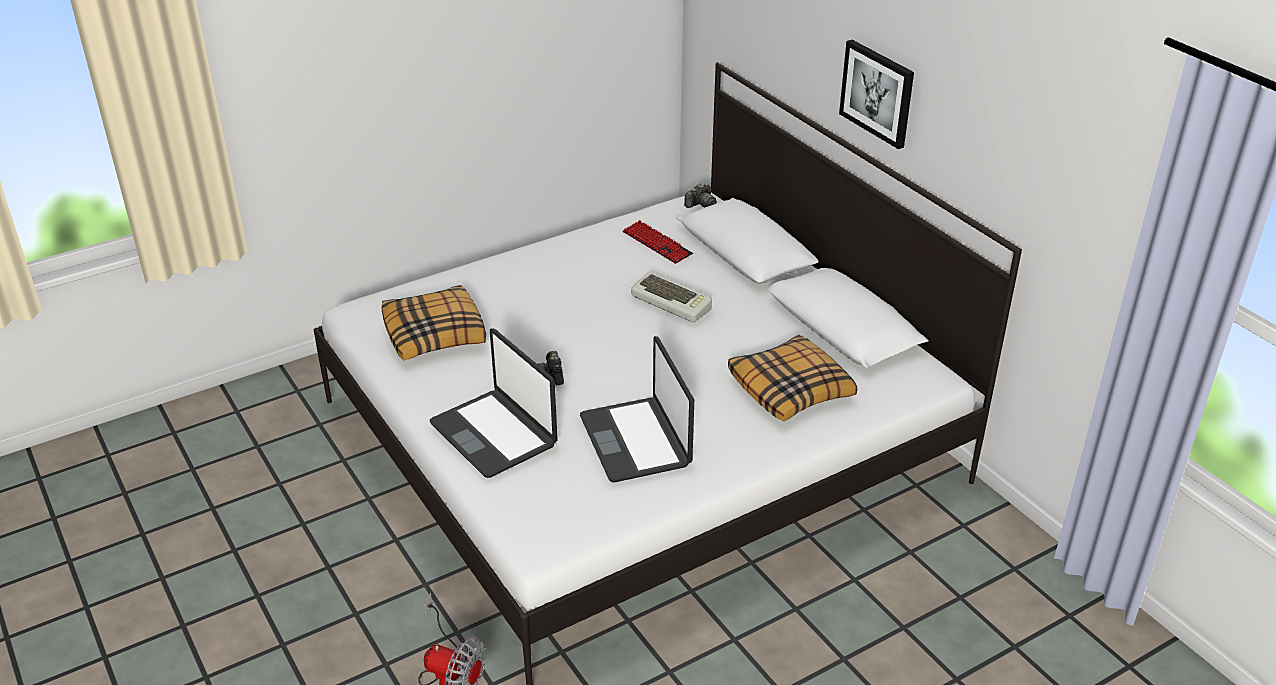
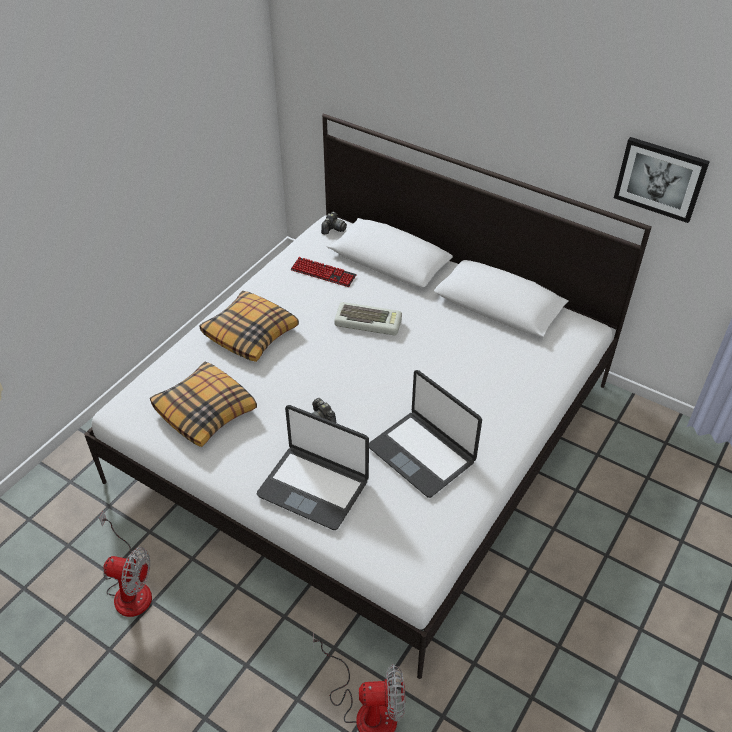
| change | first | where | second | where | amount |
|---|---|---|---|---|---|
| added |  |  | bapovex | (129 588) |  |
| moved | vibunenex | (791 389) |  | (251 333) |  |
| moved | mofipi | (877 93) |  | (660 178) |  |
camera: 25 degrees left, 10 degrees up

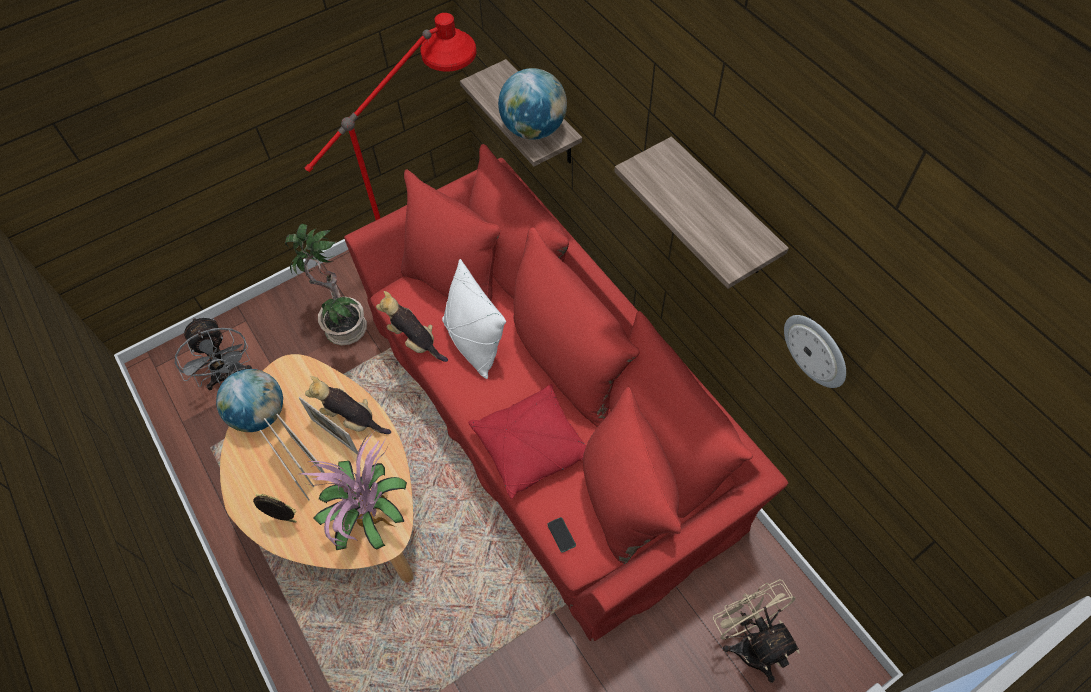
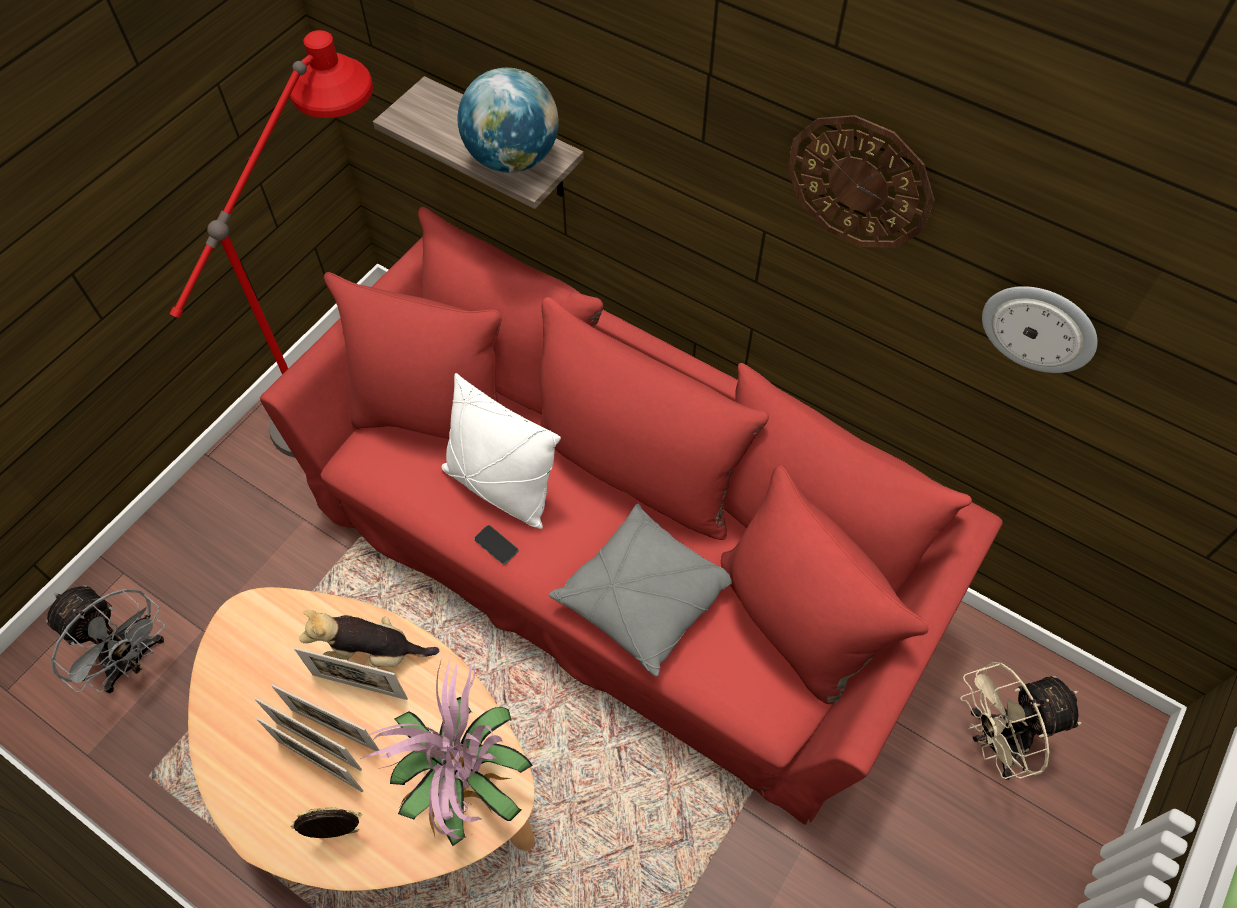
| change | first | where | second | where | amount |
|---|---|---|---|---|---|
| moved | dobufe | (561 535) |  | (496 545) |  |
| recoloured | red vibunenex | (531 446) | grey vibunenex | (643 597) |  |
| replaced | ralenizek | (722 211) | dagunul | (859 182) |  |
| turned | beige bapovex | (749 641) |  | (994 742) | 60 degrees counterclockwise |
| removed | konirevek | (260 414) |  |  |  |
| removed | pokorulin | (343 328) |  |  |  |
| removed | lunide | (415 341) |  |  |  |
camera: 25 degrees left, 0 degrees up

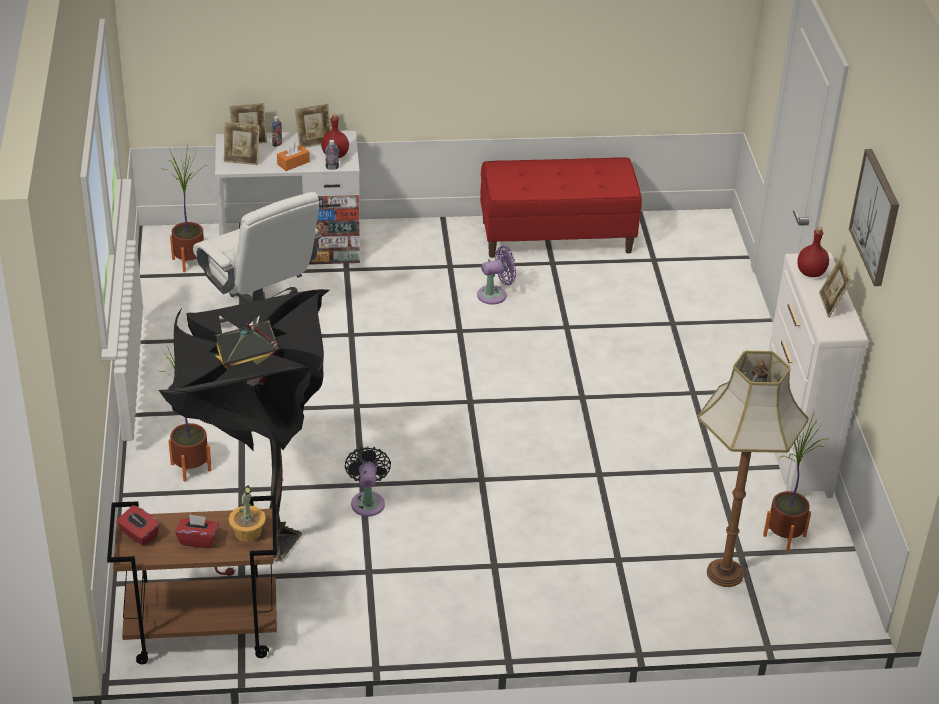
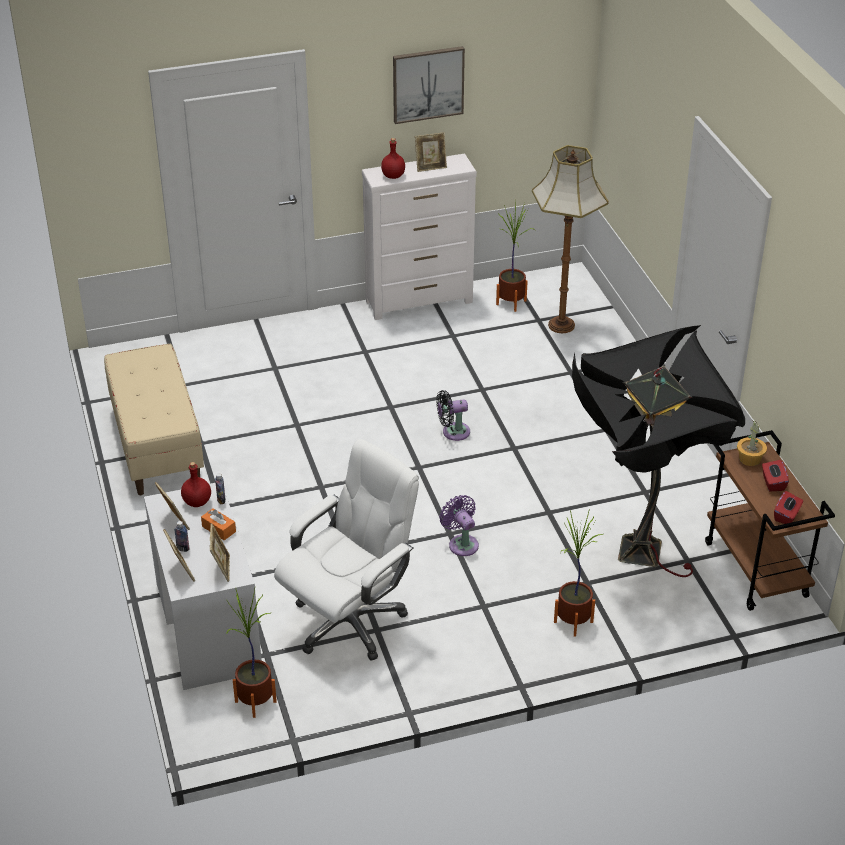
| change | first | where | second | where | amount |
|---|---|---|---|---|---|
| recoloured | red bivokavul | (556 236) | beige bivokavul | (156 445) |  |
| moved | black bapovex | (368 501) |  | (453 432) |  |
| moved | purple bapovex | (495 295) |  | (462 543) |  |
camera: 100 degrees left, 0 degrees up

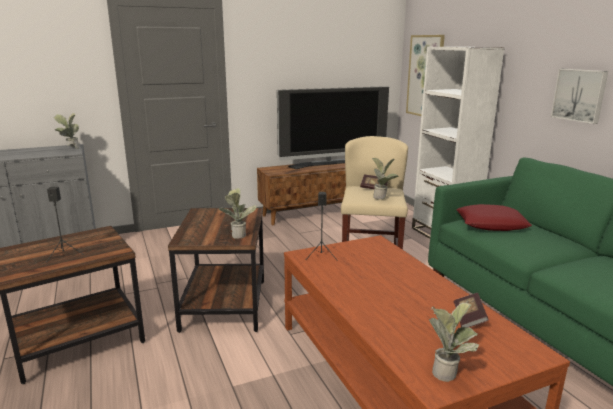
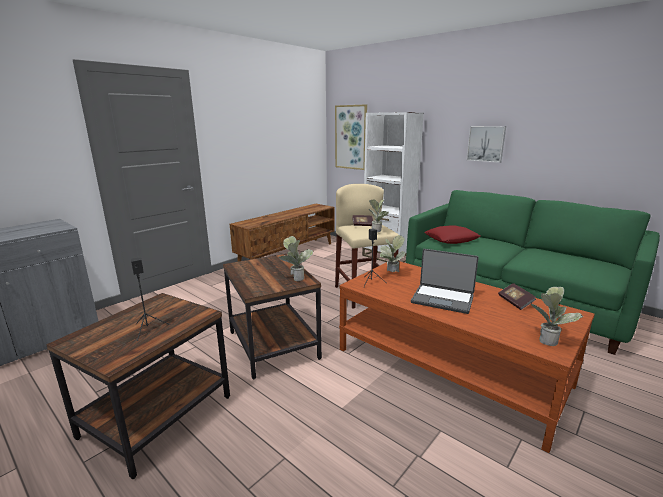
| change | first | where | second | where | amount |
|---|---|---|---|---|---|
| moved | pokorulin | (70 148) |  | (390 273) |  |
| added |  |  | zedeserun | (442 299) |  |
| removed | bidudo | (330 164) |  |  |  |
camera: 25 degrees left, 0 degrees up

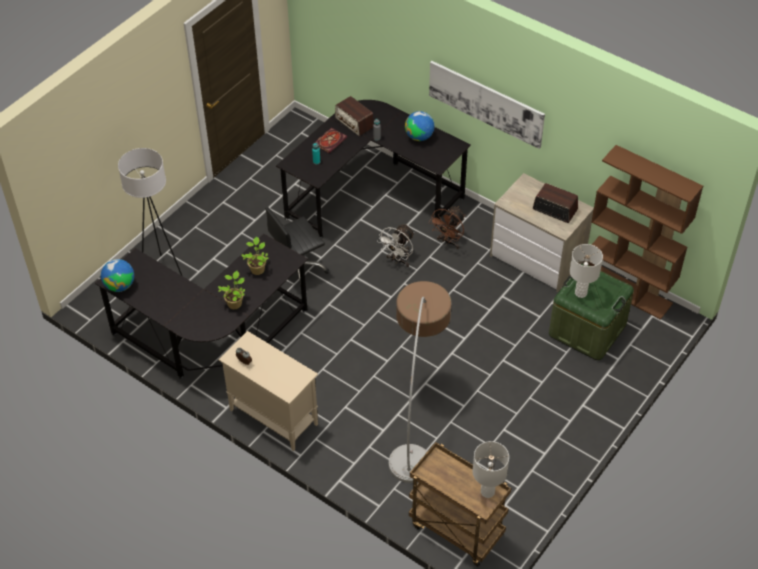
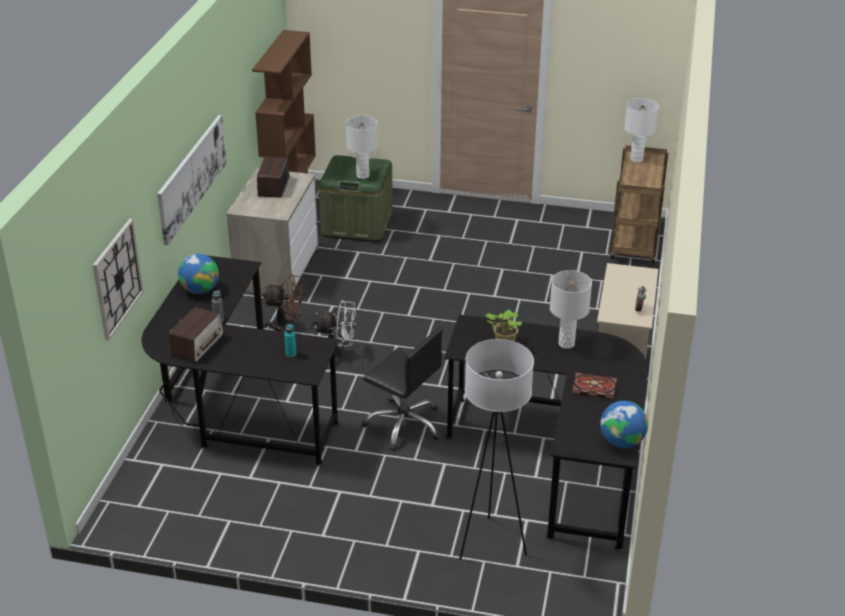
| change | first | where | second | where | amount |
|---|---|---|---|---|---|
| added |  |  | dagunul | (117 278) |  |
| replaced | pokorulin | (235 303) | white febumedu | (566 343) |  |
| moved | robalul | (330 141) |  | (593 387) |  |
| removed | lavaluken | (416 415) |  |  |  |
camera: 115 degrees left, 15 degrees down

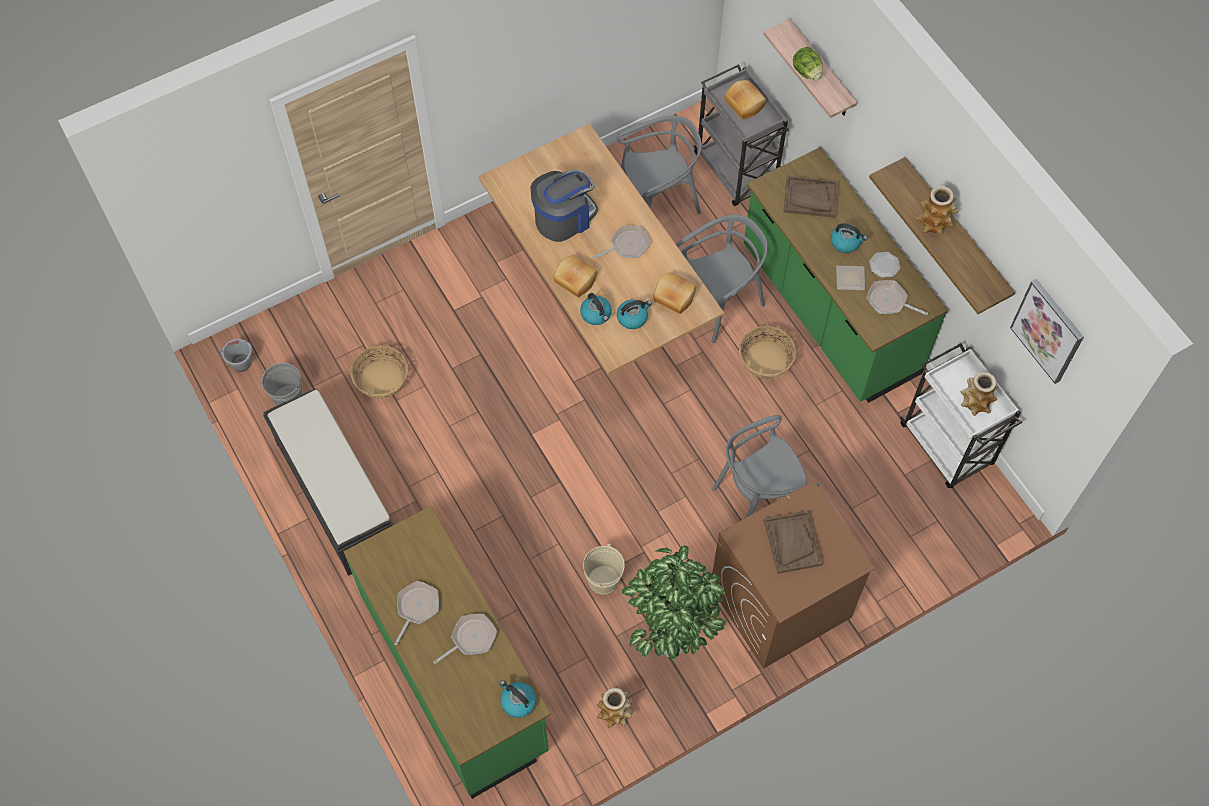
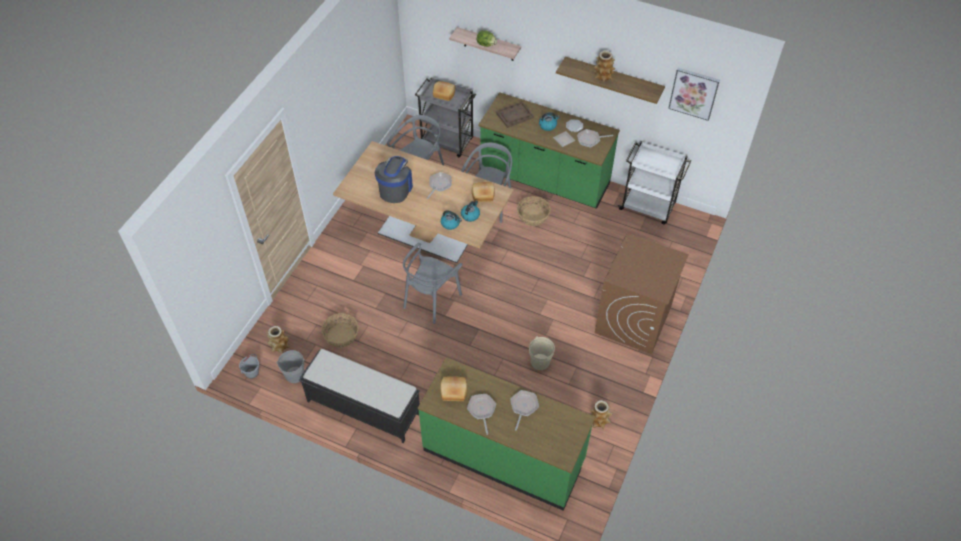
| change | first | where | second | where | amount |
|---|---|---|---|---|---|
| moved | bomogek | (975 401) |  | (279 345) |  |
| moved | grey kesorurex | (759 499) |  | (431 299) |  |
| moved | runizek | (574 280) |  | (453 392) |  |
| removed | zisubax | (518 701) |  |  |  |
| removed | pokorulin | (669 647) |  |  |  |
| removed | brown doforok | (792 542) |  |  |  |
camera: 35 degrees left, 10 degrees down

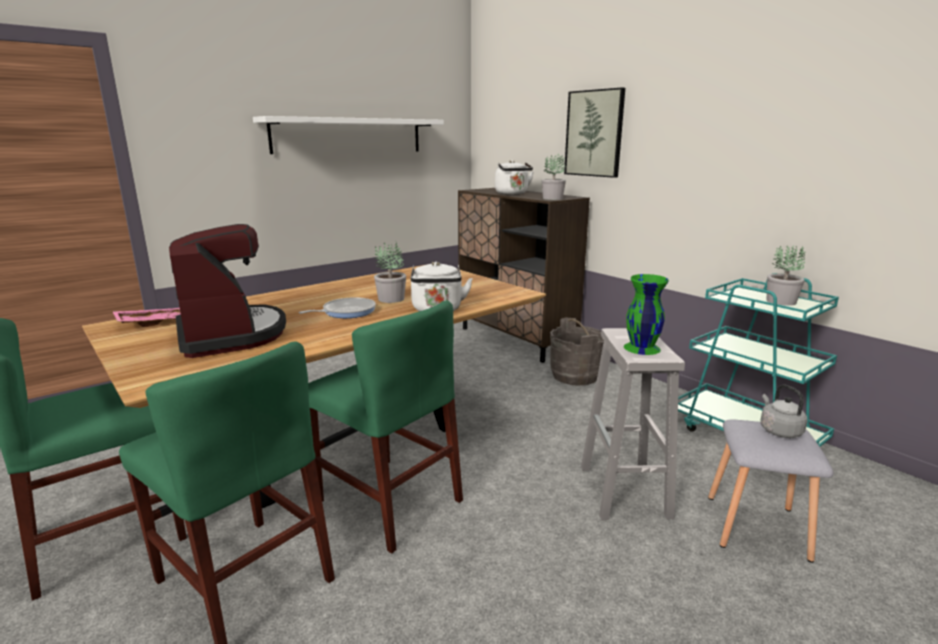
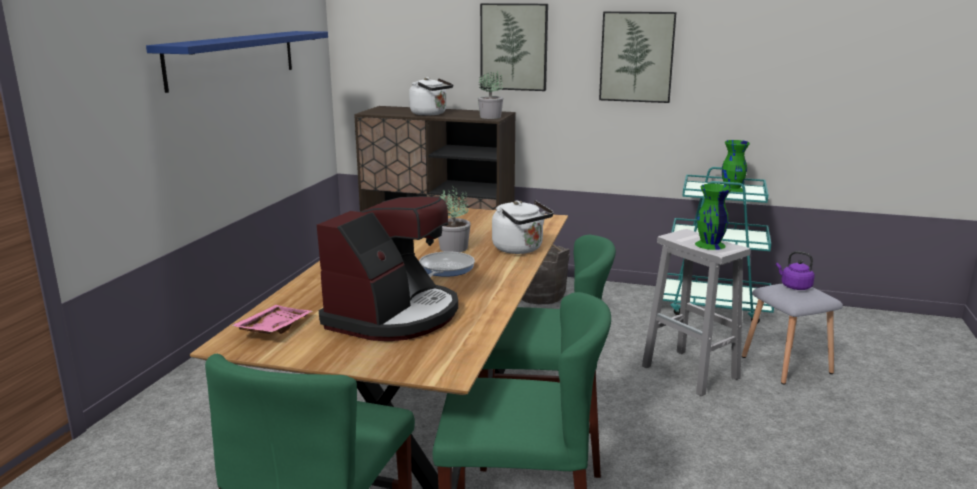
| change | first | where | second | where | amount |
|---|---|---|---|---|---|
| recoloured | white ralenizek | (349 135) | blue ralenizek | (233 58) |  |
| turned | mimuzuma | (230 334) |  | (394 316) | 90 degrees clockwise |
| added |  |  | mofipi | (637 57) |  |
| replaced | pokorulin | (781 301) | green bomogek | (732 190) |  |
| recoloured | grey zisubax | (779 430) | purple zisubax | (794 286) |  |
camera: 35 degrees left, 0 degrees up

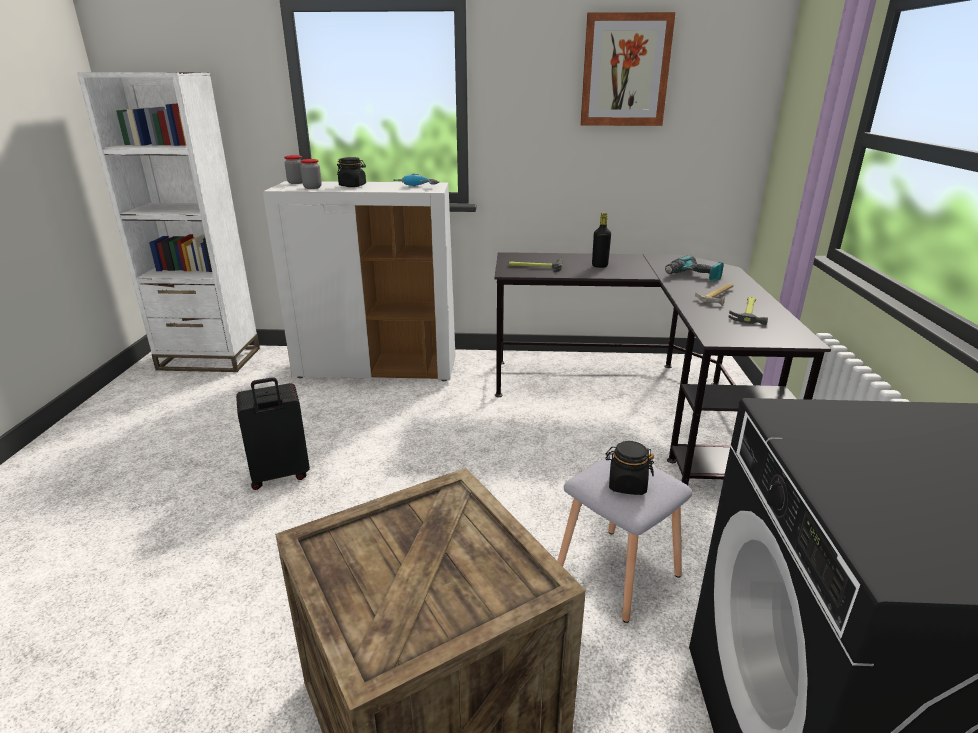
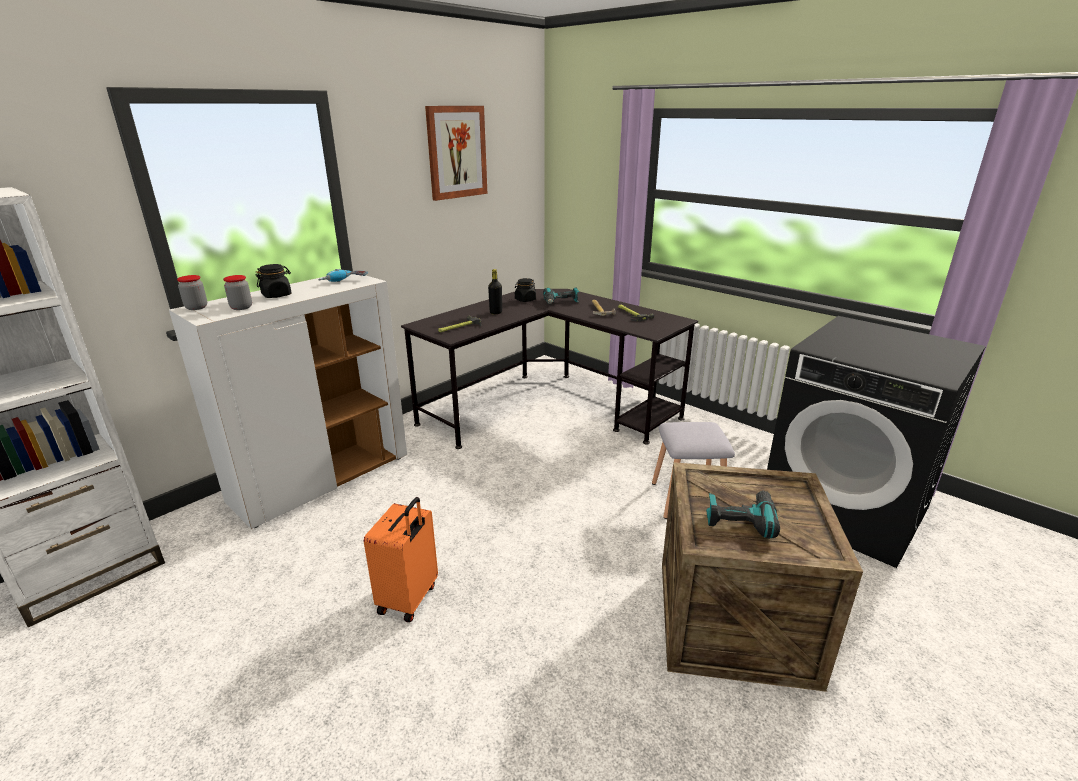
| change | first | where | second | where | amount |
|---|---|---|---|---|---|
| recoloured | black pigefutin | (280 475) | orange pigefutin | (409 599) |  |
| moved | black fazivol | (627 485) |  | (525 300) |  |
| added |  |  | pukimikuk | (740 518) |  |
camera: 50 degrees left, 0 degrees up

